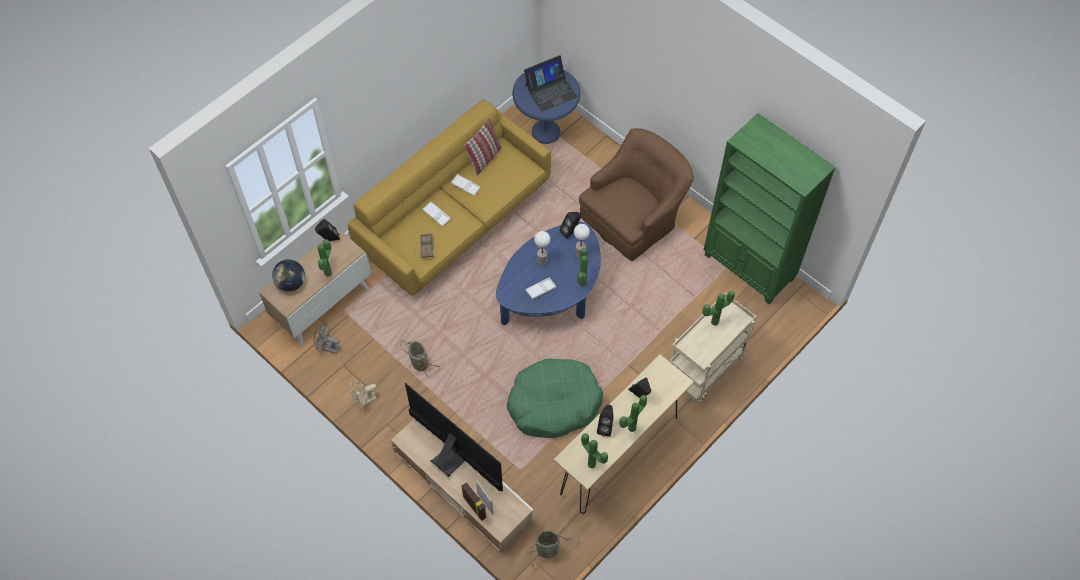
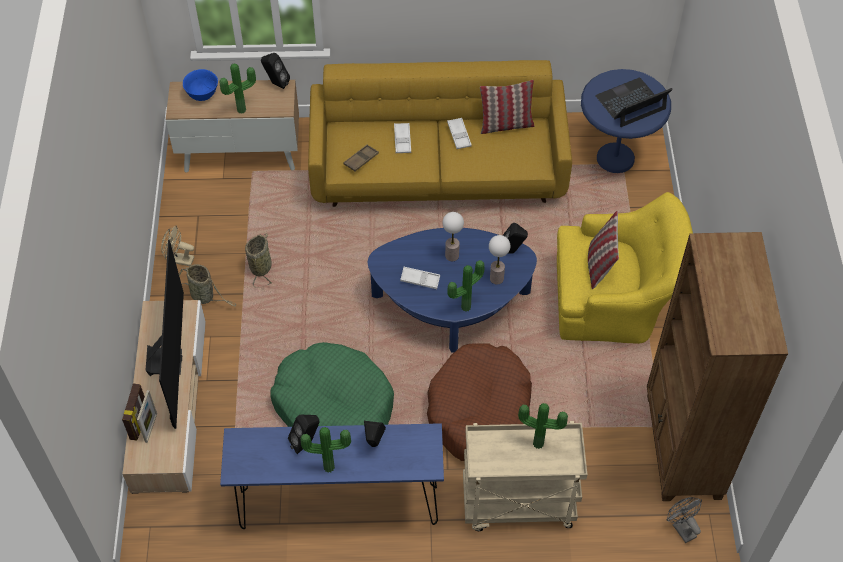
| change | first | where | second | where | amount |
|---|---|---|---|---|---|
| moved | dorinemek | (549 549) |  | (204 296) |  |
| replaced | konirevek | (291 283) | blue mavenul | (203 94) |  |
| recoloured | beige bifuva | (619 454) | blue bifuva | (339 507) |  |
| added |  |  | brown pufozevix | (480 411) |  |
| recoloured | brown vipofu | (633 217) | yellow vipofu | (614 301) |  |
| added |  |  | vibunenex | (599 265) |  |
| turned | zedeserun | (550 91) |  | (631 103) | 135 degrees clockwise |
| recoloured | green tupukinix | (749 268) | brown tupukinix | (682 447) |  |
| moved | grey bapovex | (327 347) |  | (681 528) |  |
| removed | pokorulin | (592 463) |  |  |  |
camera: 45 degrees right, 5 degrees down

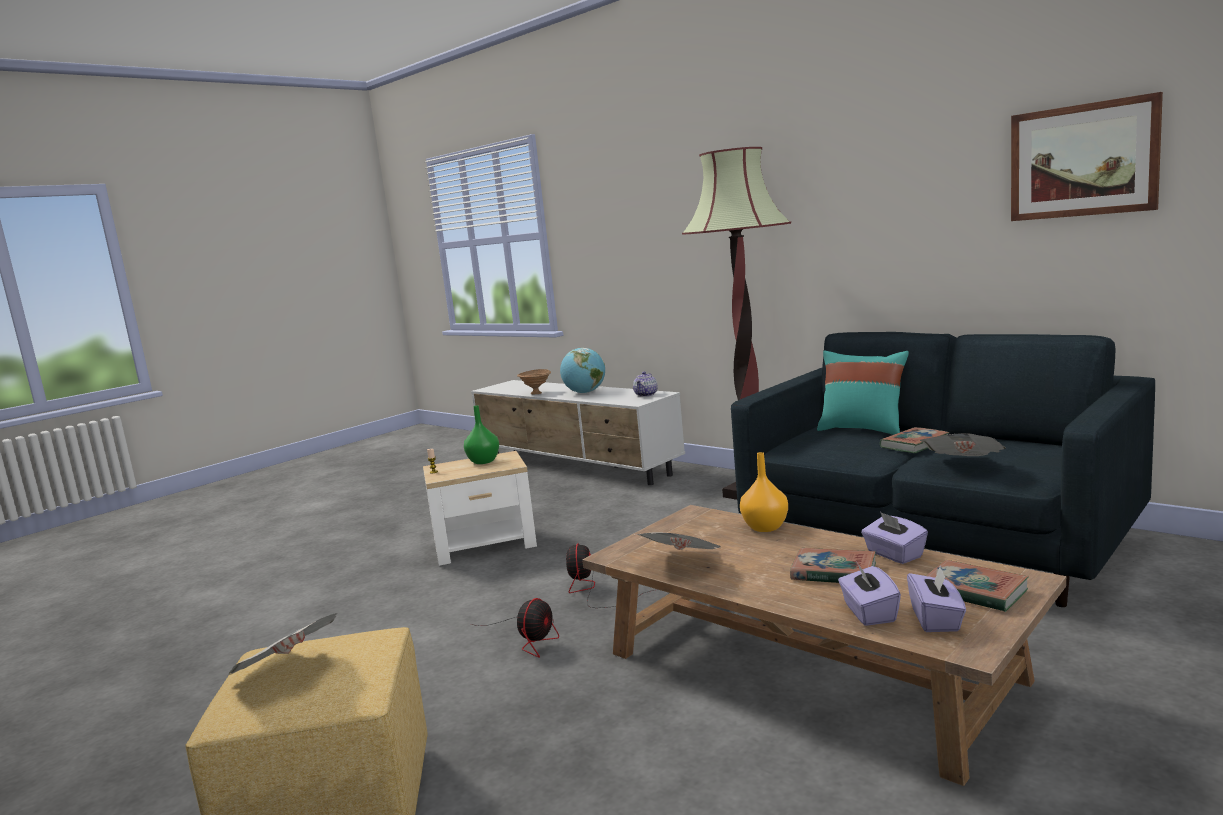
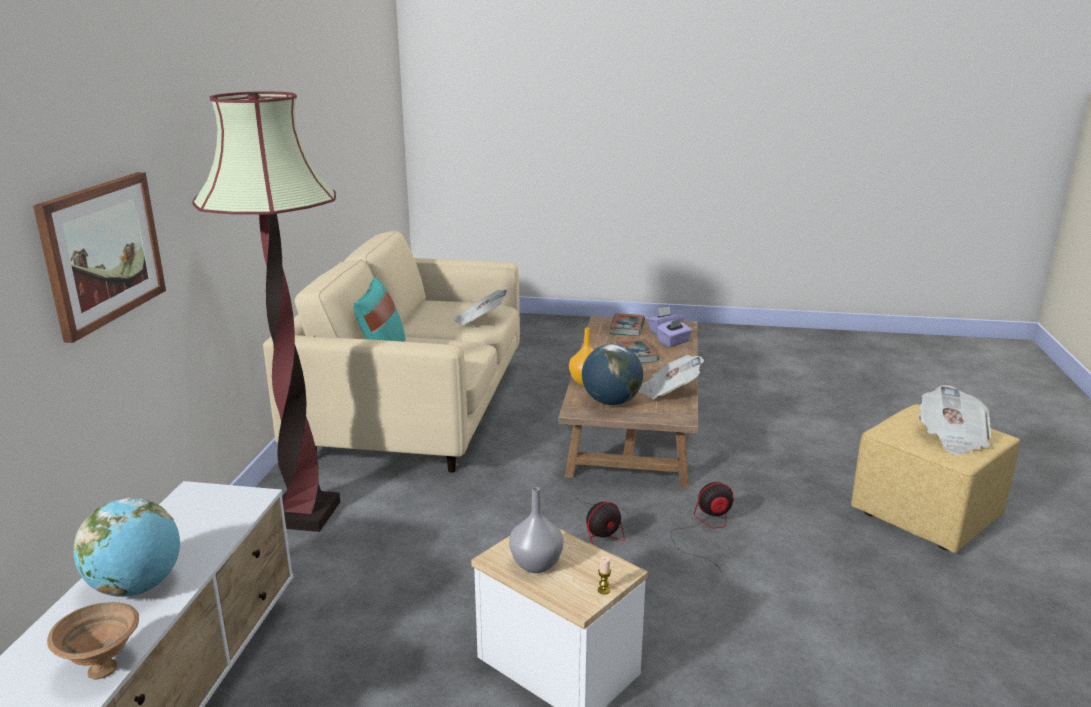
| change | first | where | second | where | amount |
|---|---|---|---|---|---|
| moved | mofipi | (1083 160) |  | (102 252) |  |
| recoloured | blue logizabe | (933 541) | beige logizabe | (416 413) |  |
| recoloured | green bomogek | (484 461) | grey bomogek | (535 564) |  |
| added |  |  | konirevek | (611 402) |  |
| removed | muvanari | (646 394) |  |  |  |
| removed | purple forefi | (894 554) |  |  |  |
| removed | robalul | (914 444) |  |  |  |
camera: 125 degrees left, 10 degrees up

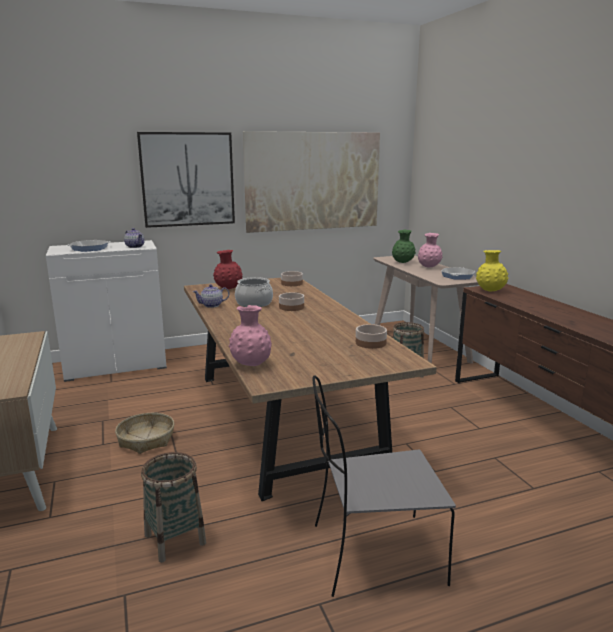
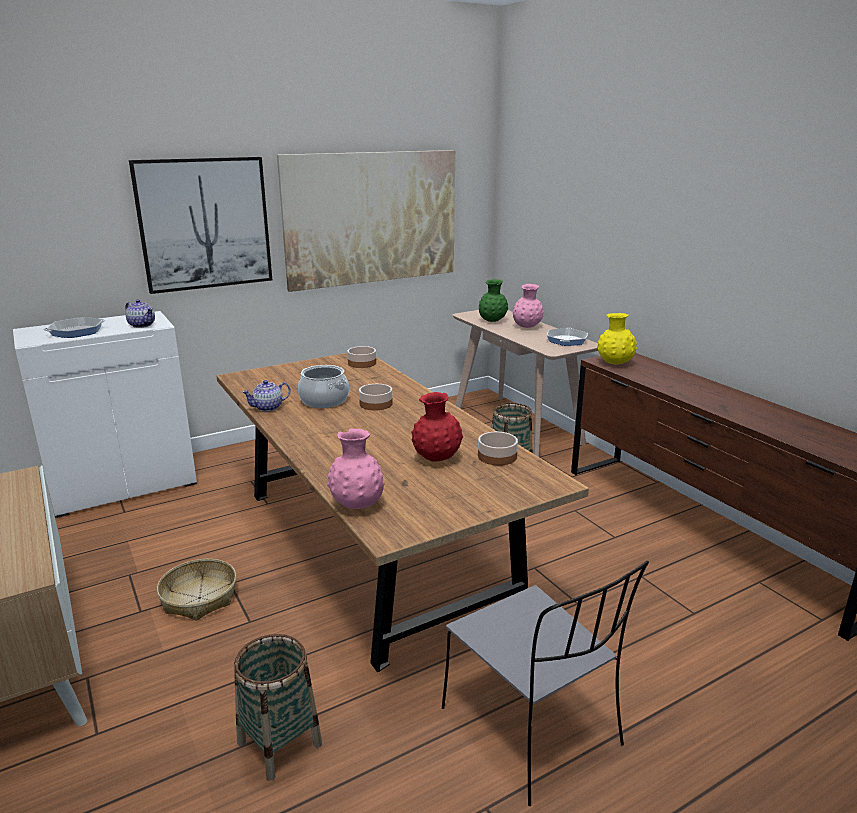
| change | first | where | second | where | amount |
|---|---|---|---|---|---|
| moved | red bomogek | (228 289) |  | (436 459) |  |
| turned | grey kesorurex | (373 554) |  | (533 729) | 105 degrees counterclockwise |
camera: 10 degrees left, 5 degrees up

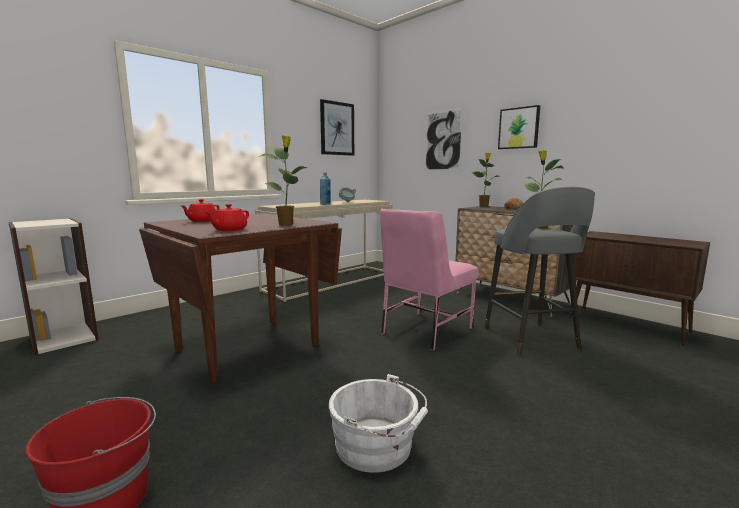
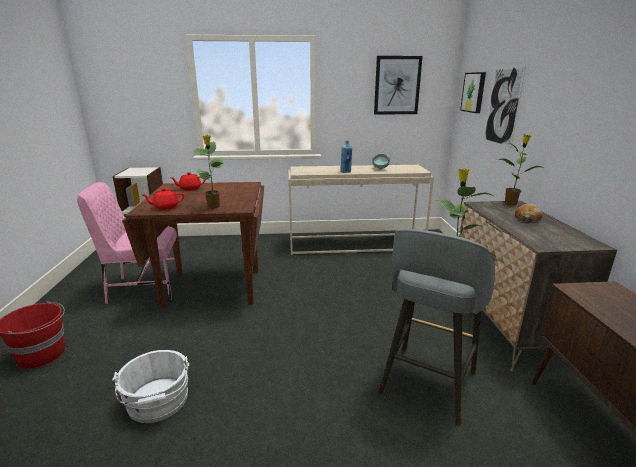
| change | first | where | second | where | amount |
|---|---|---|---|---|---|
| moved | pink kesorurex | (425 330) |  | (144 287) |  |
| moved | mofipi | (519 128) |  | (474 92) |  |
camera: 40 degrees right, 10 degrees up

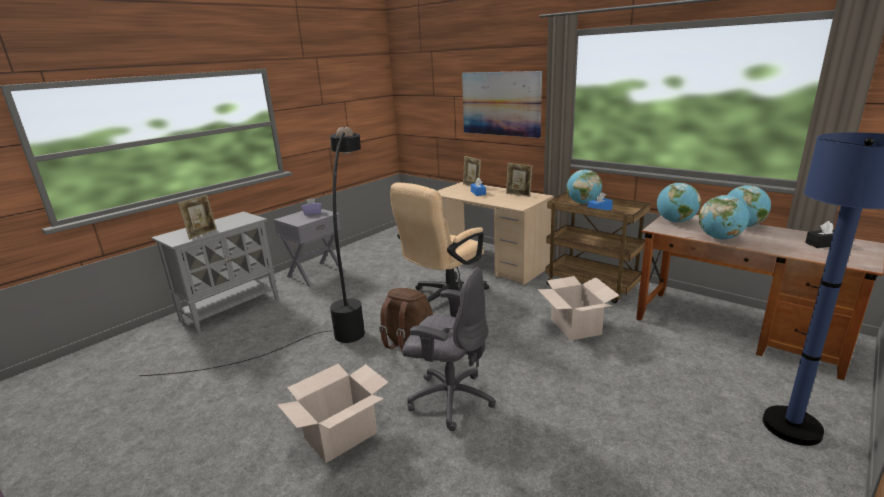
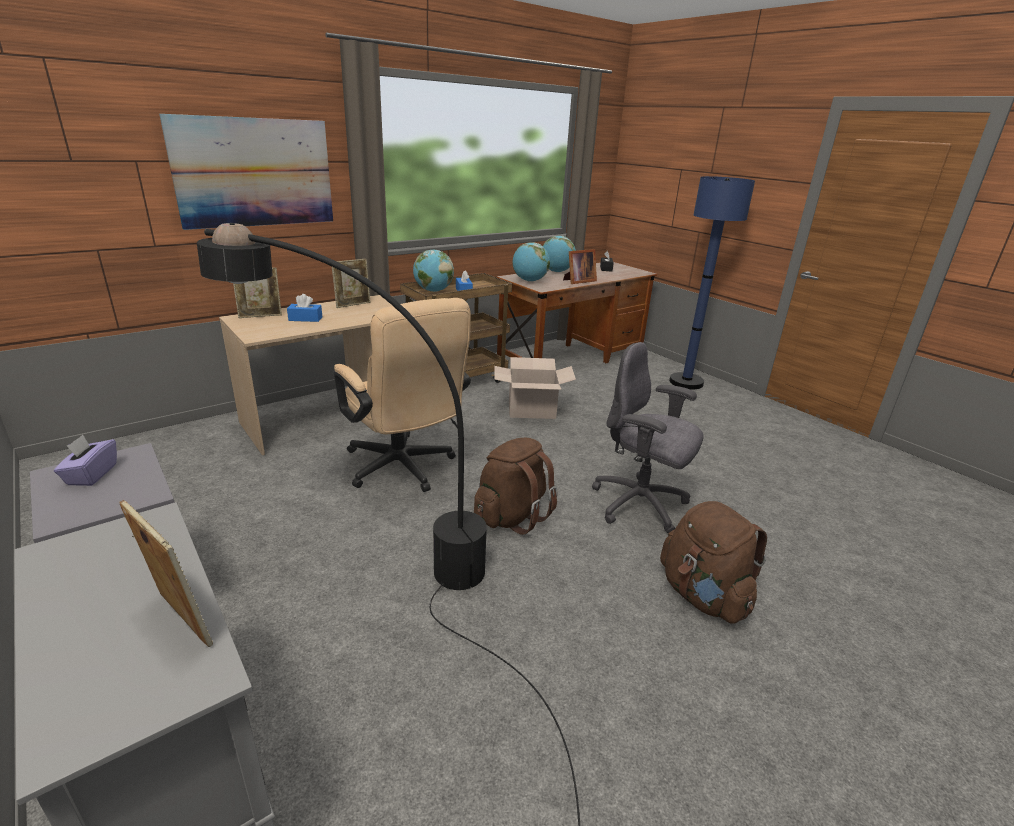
| change | first | where | second | where | amount |
|---|---|---|---|---|---|
| replaced | konirevek | (720 238) | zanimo | (578 281) |  |
| turned | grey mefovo | (450 399) |  | (640 505) | 90 degrees counterclockwise |
| replaced | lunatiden | (341 436) | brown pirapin | (703 596) |  |
camera: 80 degrees left, 5 degrees up

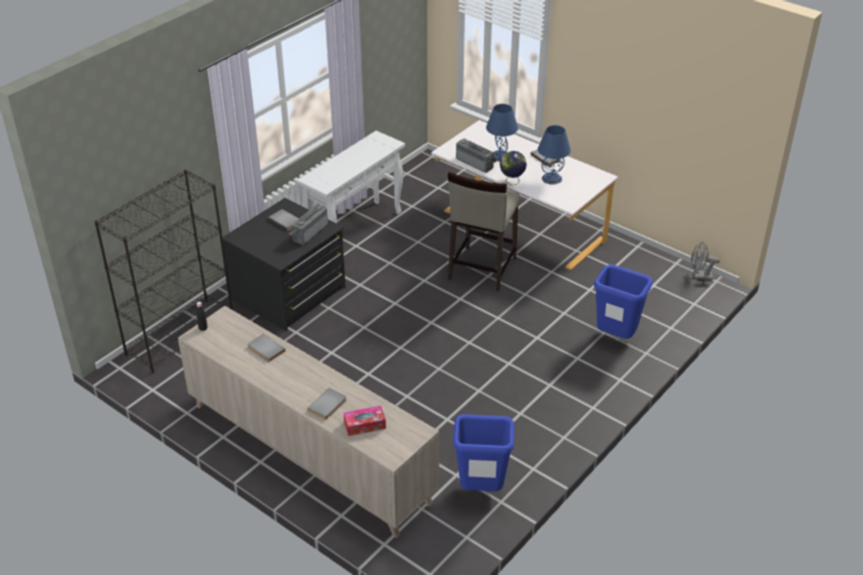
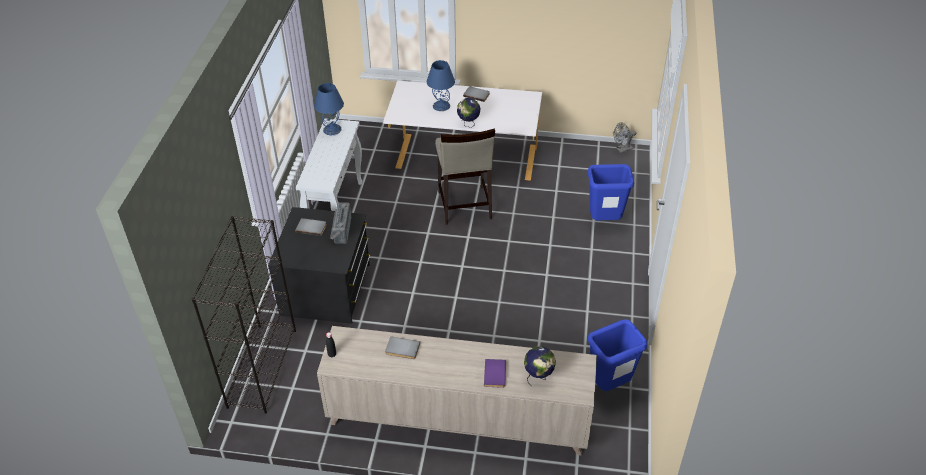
| change | first | where | second | where | amount |
|---|---|---|---|---|---|
| moved | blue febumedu | (551 178) |  | (332 129) |  |
| recoloured | grey robalul | (328 405) | purple robalul | (496 374) |  |
| replaced | forefi | (365 425) | konirevek | (538 377) |  |
| removed | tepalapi | (476 163) |  |  |  |
camera: 30 degrees left, 5 degrees up

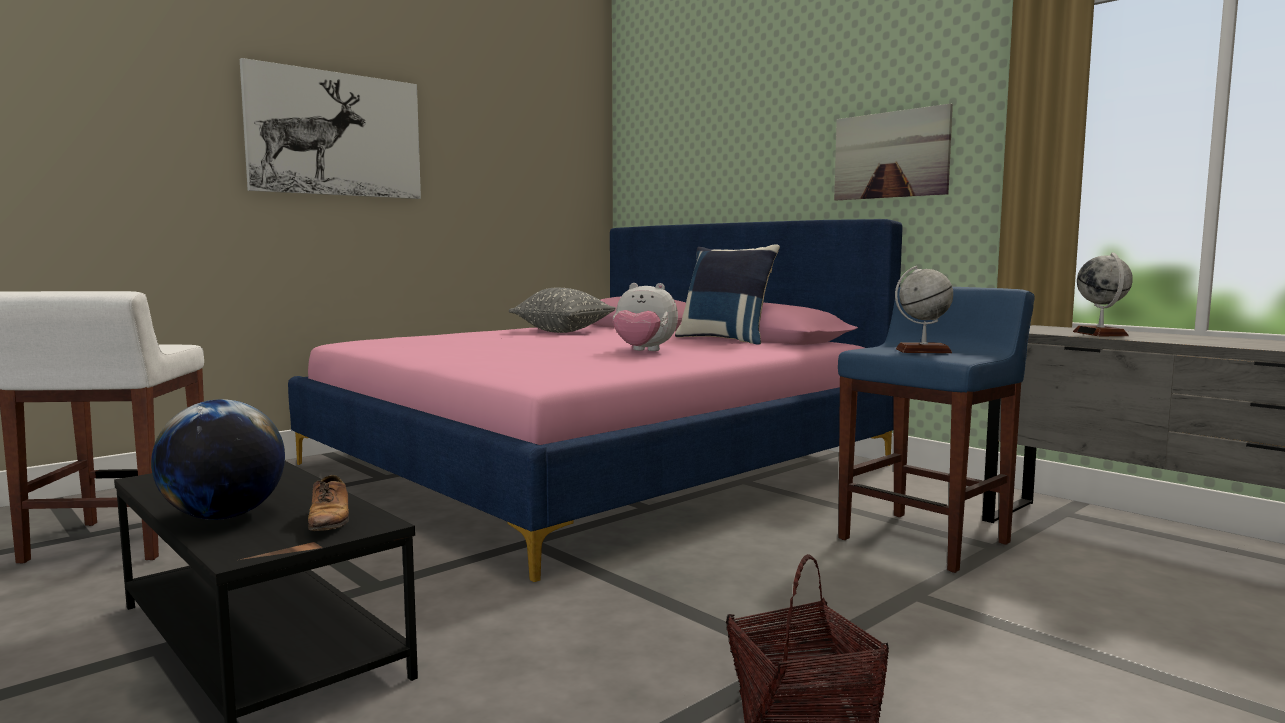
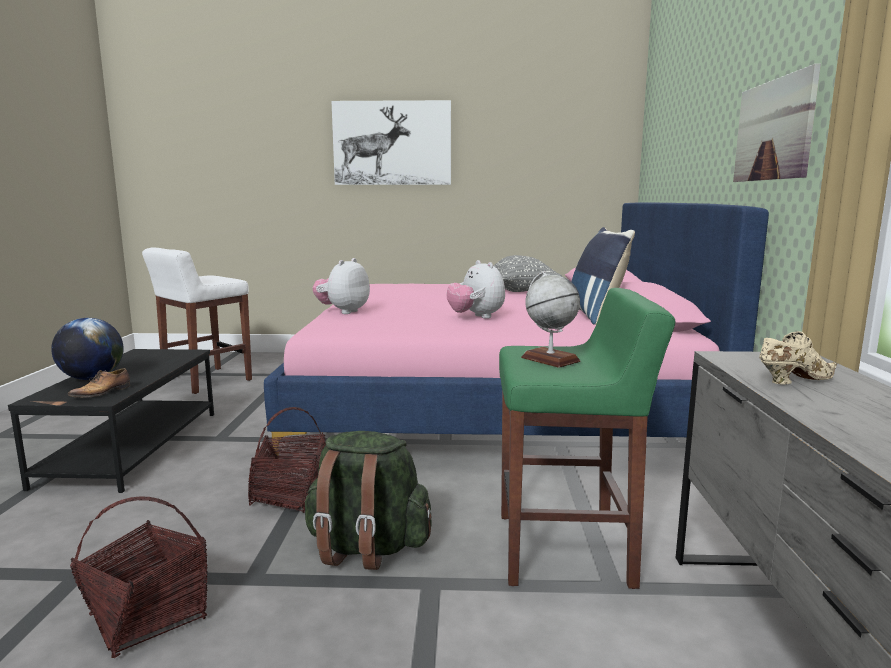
| change | first | where | second | where | amount |
|---|---|---|---|---|---|
| added |  |  | dorinemek | (293 496) |  |
| added |  |  | green pirapin | (366 548) |  |
| added |  |  | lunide | (343 311) |  |
| recoloured | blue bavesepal | (925 540) | green bavesepal | (566 549) |  |
| replaced | konirevek | (1100 334) | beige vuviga | (794 380) |  |
camera: 45 degrees right, 5 degrees up

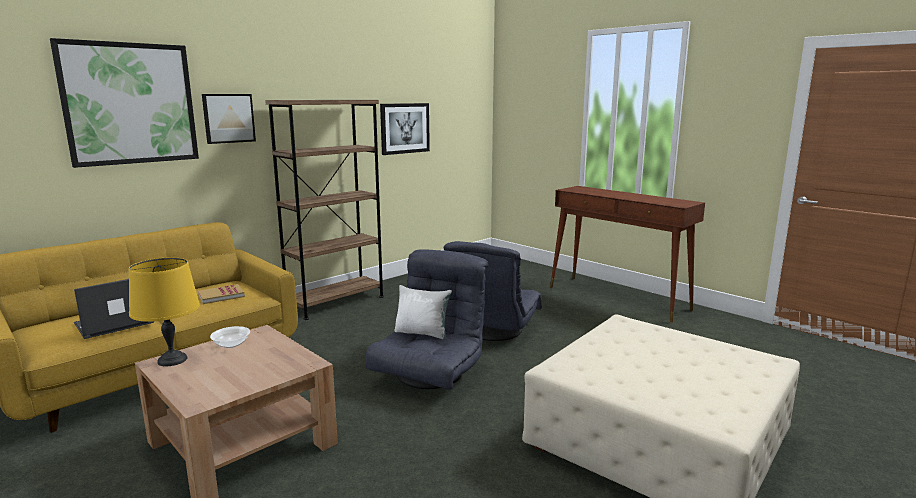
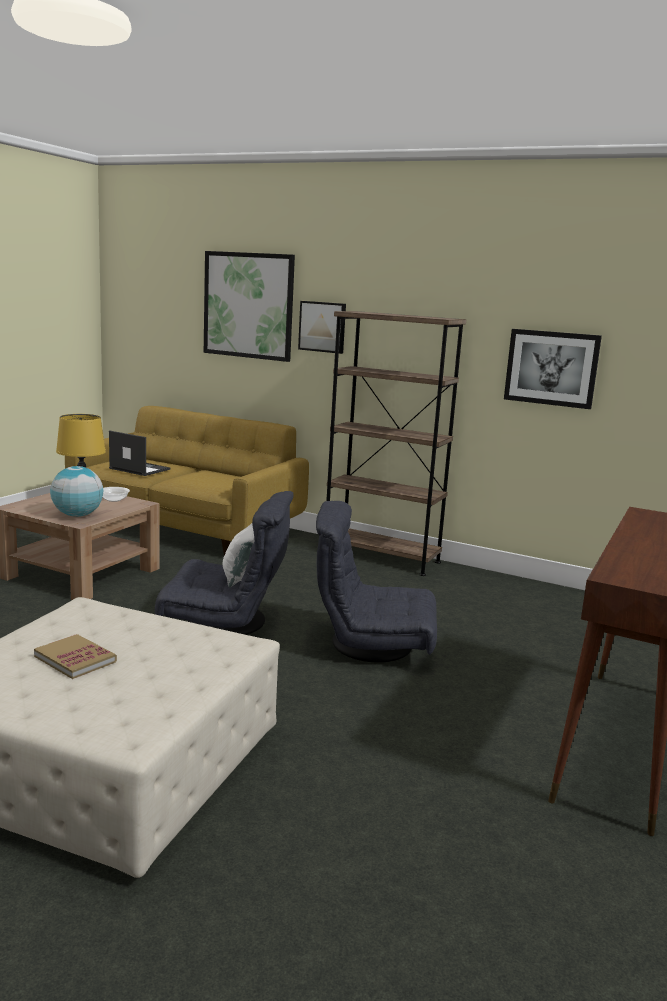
| change | first | where | second | where | amount |
|---|---|---|---|---|---|
| moved | robalul | (221 296) |  | (75 659) |  |
| added |  |  | konirevek | (77 515) |  |
camera: 70 degrees right, 0 degrees up

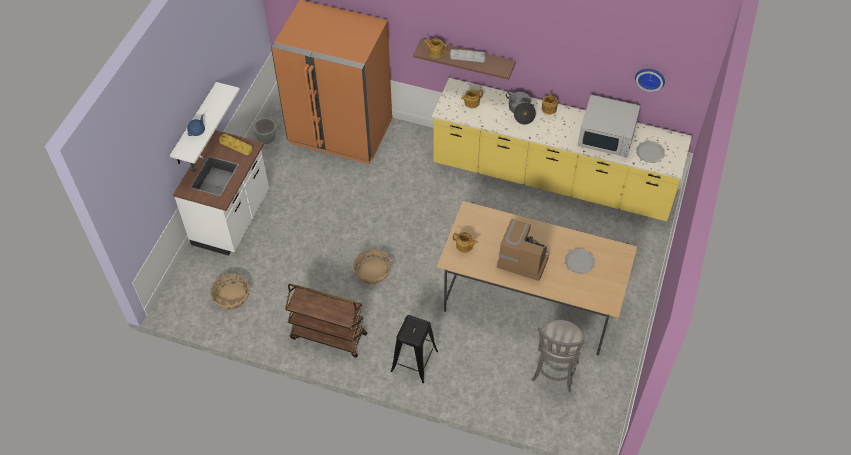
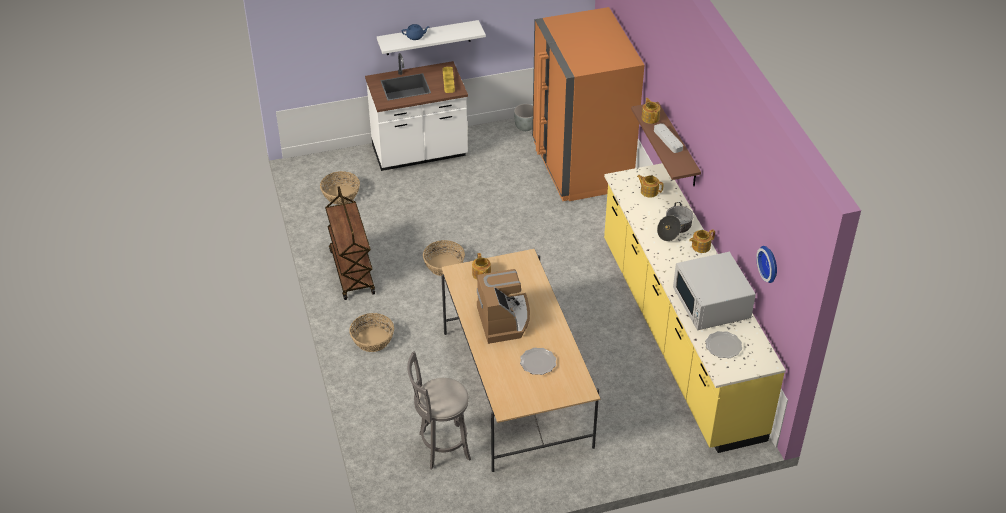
| change | first | where | second | where | amount |
|---|---|---|---|---|---|
| replaced | black bavesepal | (414 361) | dorinemek | (372 340) |  |
camera: 55 degrees right, 10 degrees down

